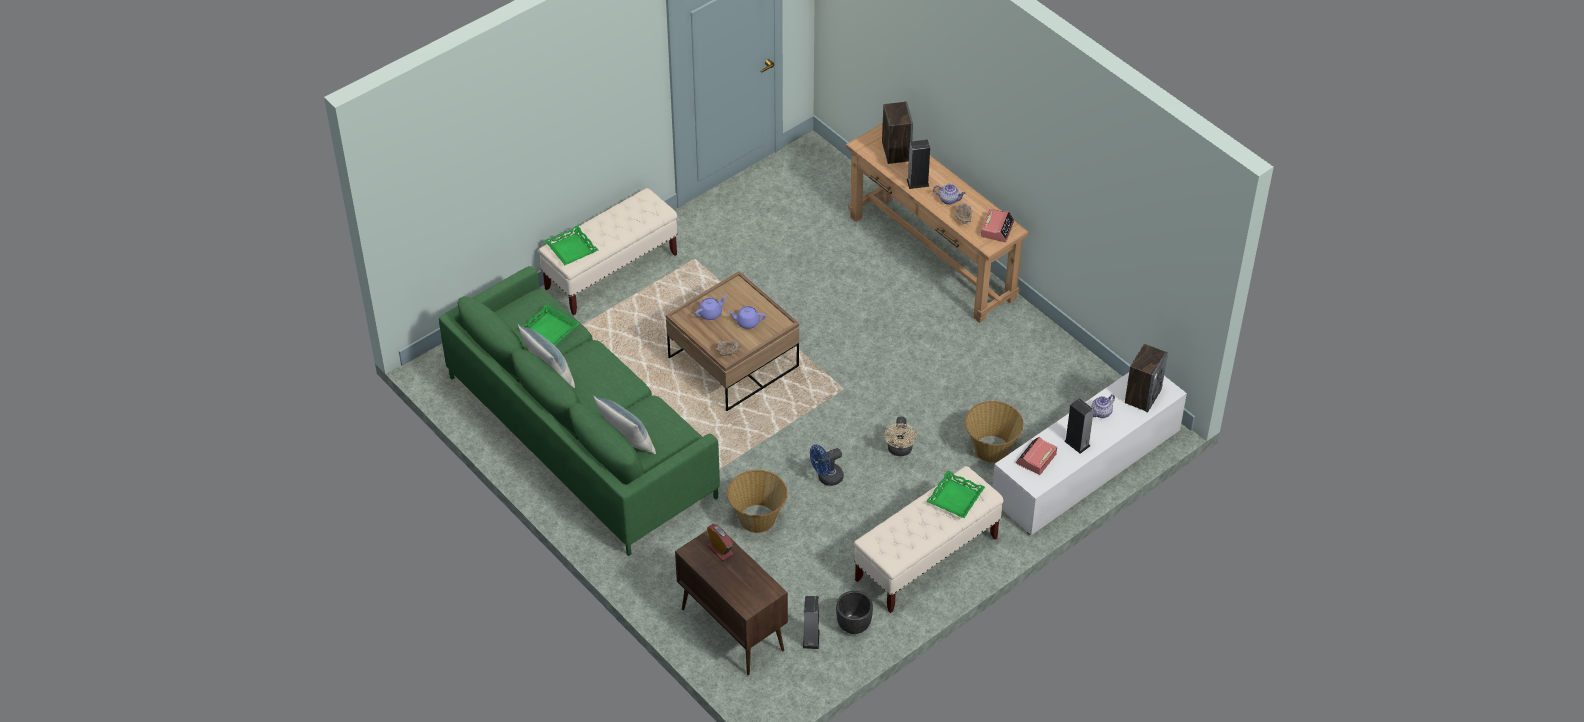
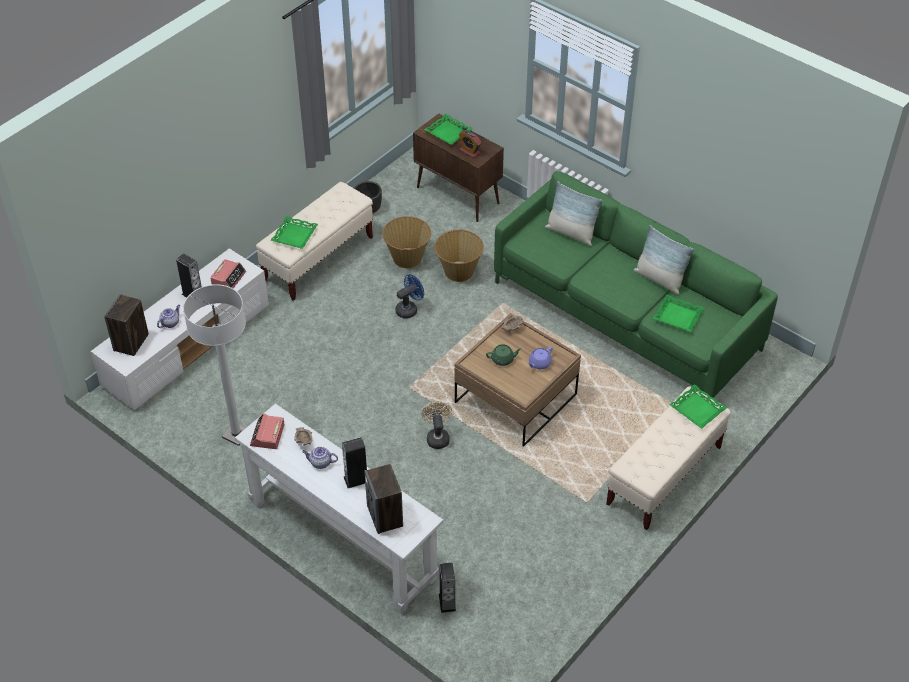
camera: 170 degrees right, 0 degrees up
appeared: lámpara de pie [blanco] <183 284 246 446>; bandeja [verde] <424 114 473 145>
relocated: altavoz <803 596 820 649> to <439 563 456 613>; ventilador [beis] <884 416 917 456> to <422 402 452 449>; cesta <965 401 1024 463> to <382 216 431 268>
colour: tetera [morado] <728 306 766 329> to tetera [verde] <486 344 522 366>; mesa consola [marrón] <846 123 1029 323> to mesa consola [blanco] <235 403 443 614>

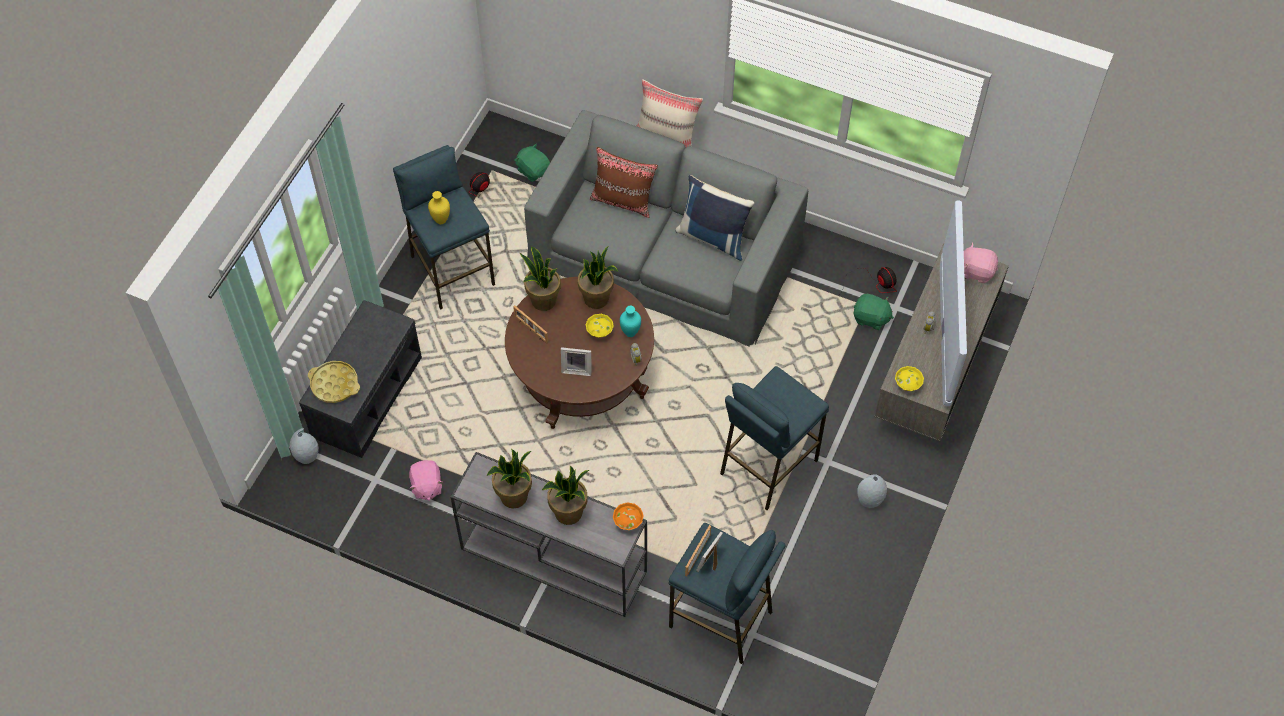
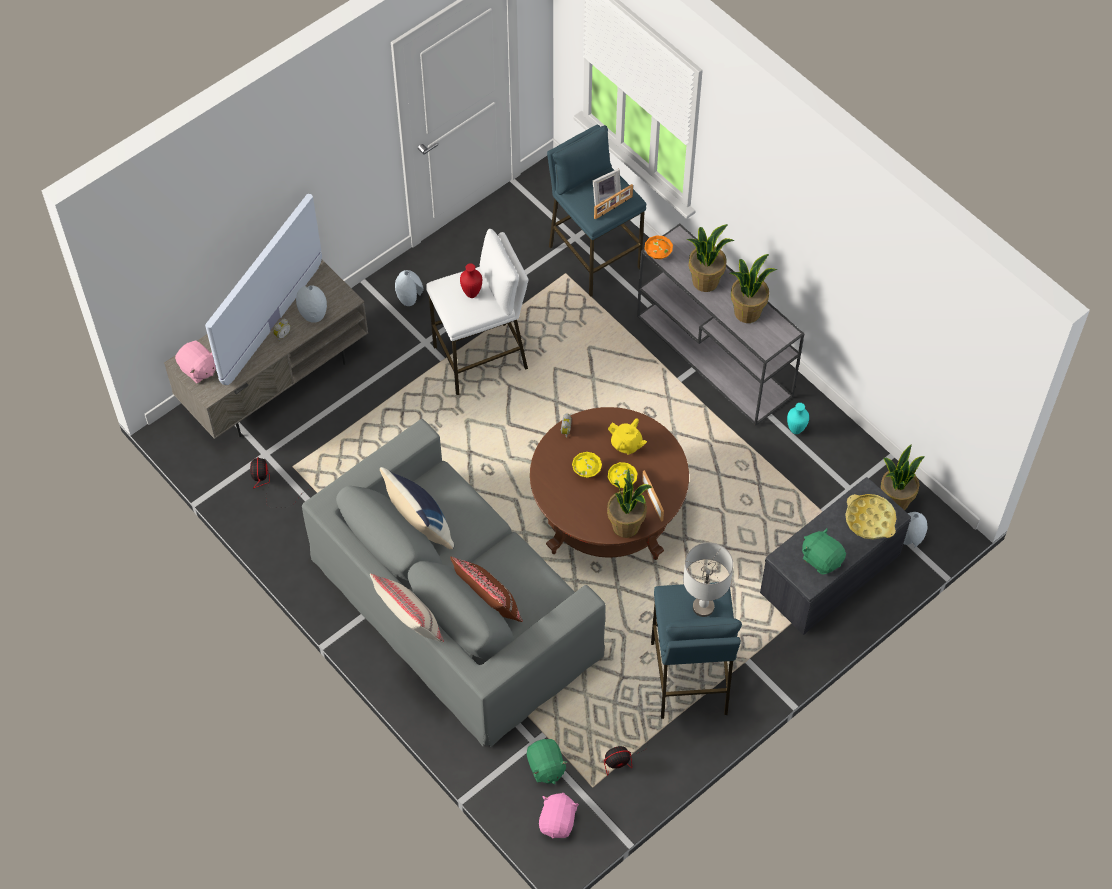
camera: 155 degrees left, 0 degrees up
appeared: florero [gris] <296 285 327 323>; florero [rojo] <460 263 482 298>
relocated: peluche [rosa] <409 460 443 501> to <539 793 579 838>; planta en maceta <578 247 618 309> to <880 445 925 511>; florero [turquesa] <620 306 641 337> to <787 403 809 434>; peluche [verde] <853 294 894 330> to <802 528 846 575>; cuenco [amarillo] <895 366 924 391> to <608 462 637 488>
exchanged: florero [amarillo] <428 191 450 224> to lámpara de mesa [gris] <683 542 733 617>; portarretratos <561 347 591 376> to tetera [amarillo] <608 418 647 455>
colour: taburete [azul] <720 366 829 510> to taburete [blanco] <426 229 528 395>

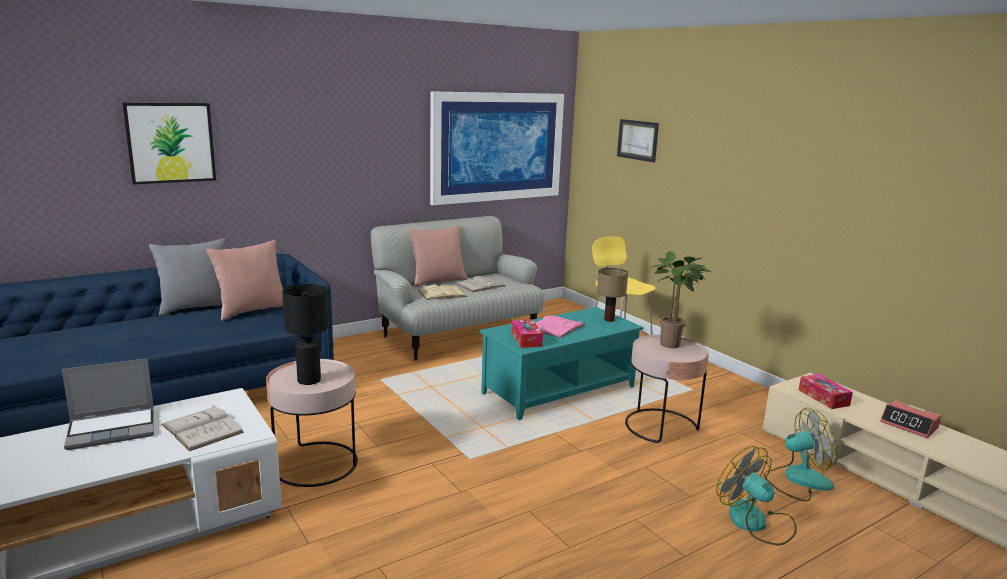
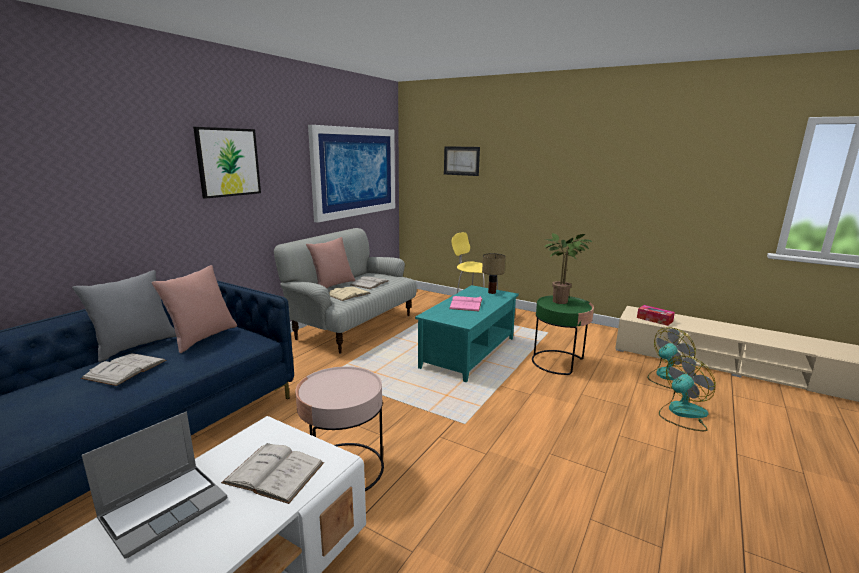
camera: 25 degrees left, 0 degrees up
missing: lámpara de mesa [negro] <282 284 328 385>; caja de pañuelos <511 319 543 348>; despertador <880 400 941 438>
appeared: libro [blanco] <81 353 166 386>
relocated: cuadro <122 103 216 184> to <193 127 261 199>
colour: mesa auxiliar [rosa] <625 335 709 443> to mesa auxiliar [verde] <532 295 594 375>
spun: ventilador <716 446 797 545> = <659 356 716 431> 120 degrees clockwise

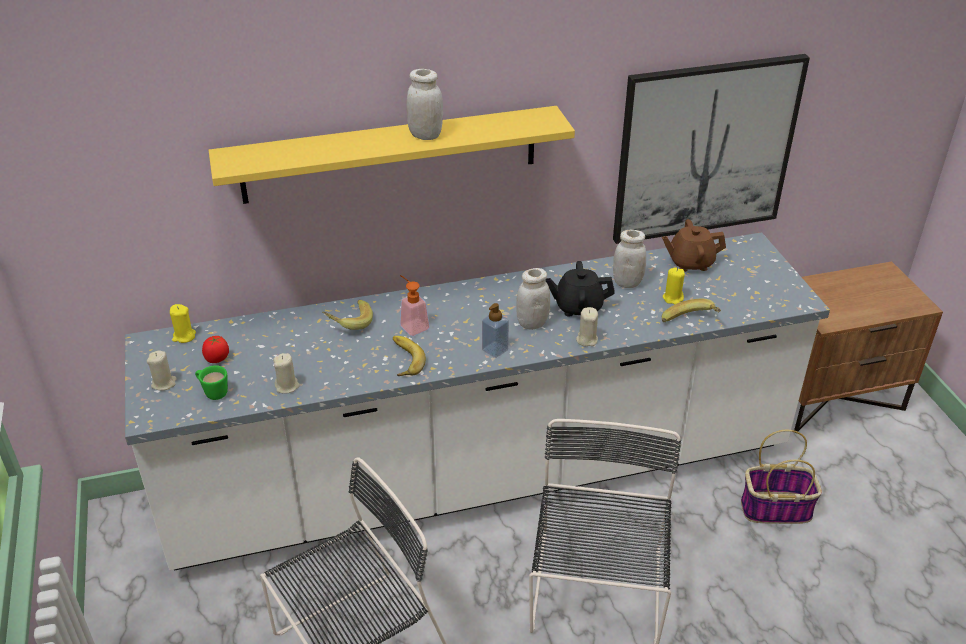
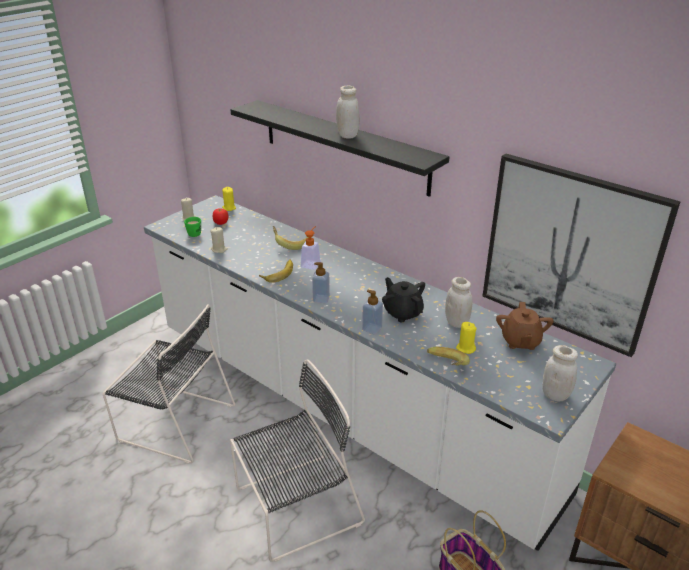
camera: 55 degrees right, 5 degrees down
relocated: tarro [blanco] <516 268 550 330> to <542 345 578 402>
exchanged: vela [beis] <576 307 598 346> to dispensador de jabón <362 290 383 334>
colour: estante [amarillo] <209 106 575 204> to estante [negro] <230 100 449 197>
spun: tetera [marrón] <662 219 726 272> = <496 302 554 350> 135 degrees counterclockwise

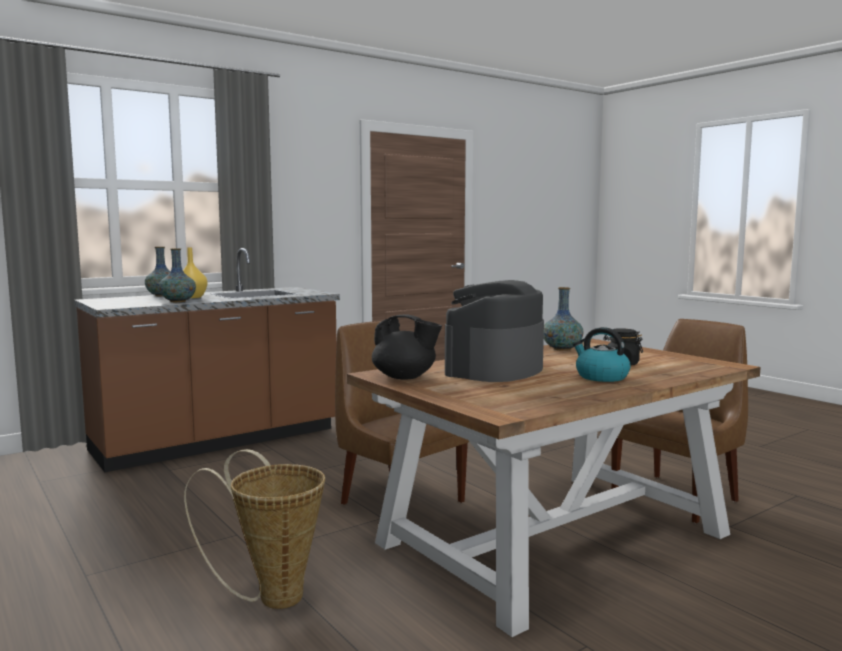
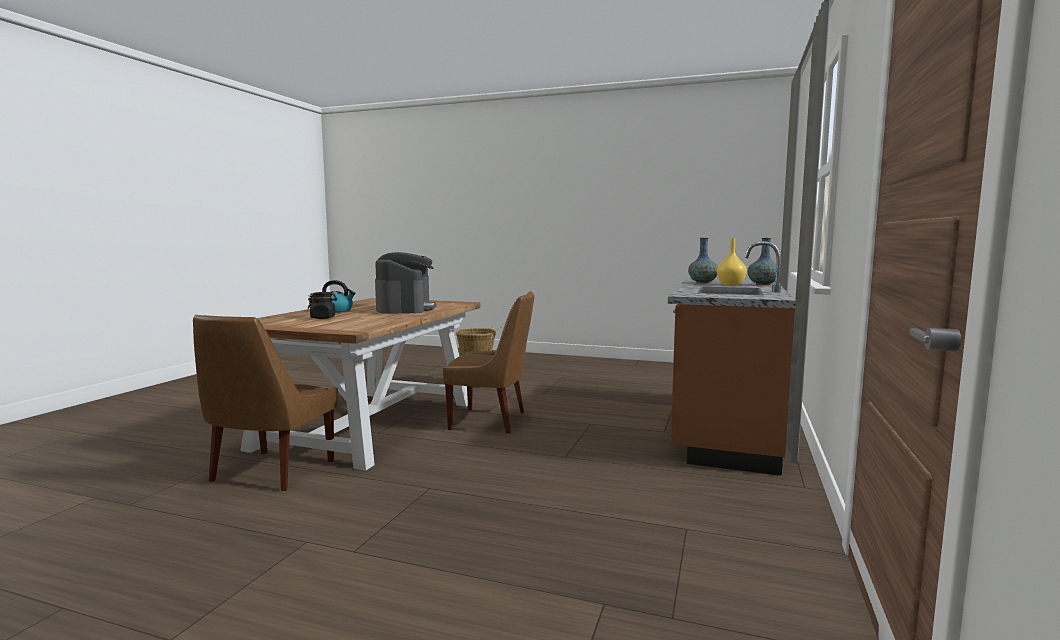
camera: 145 degrees right, 0 degrees up
missing: tetera [negro] <372 314 442 380>; florero <544 287 584 351>

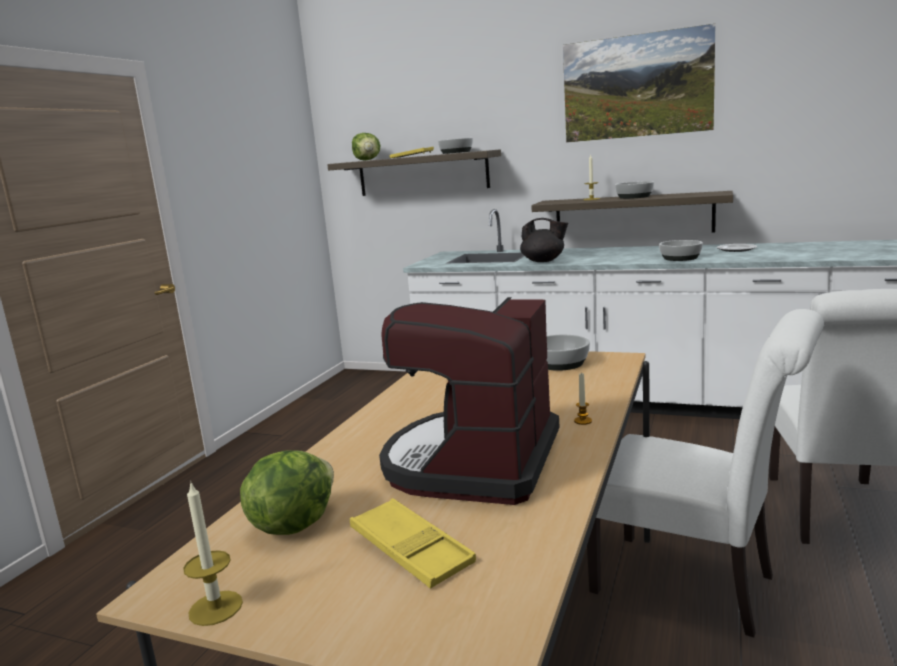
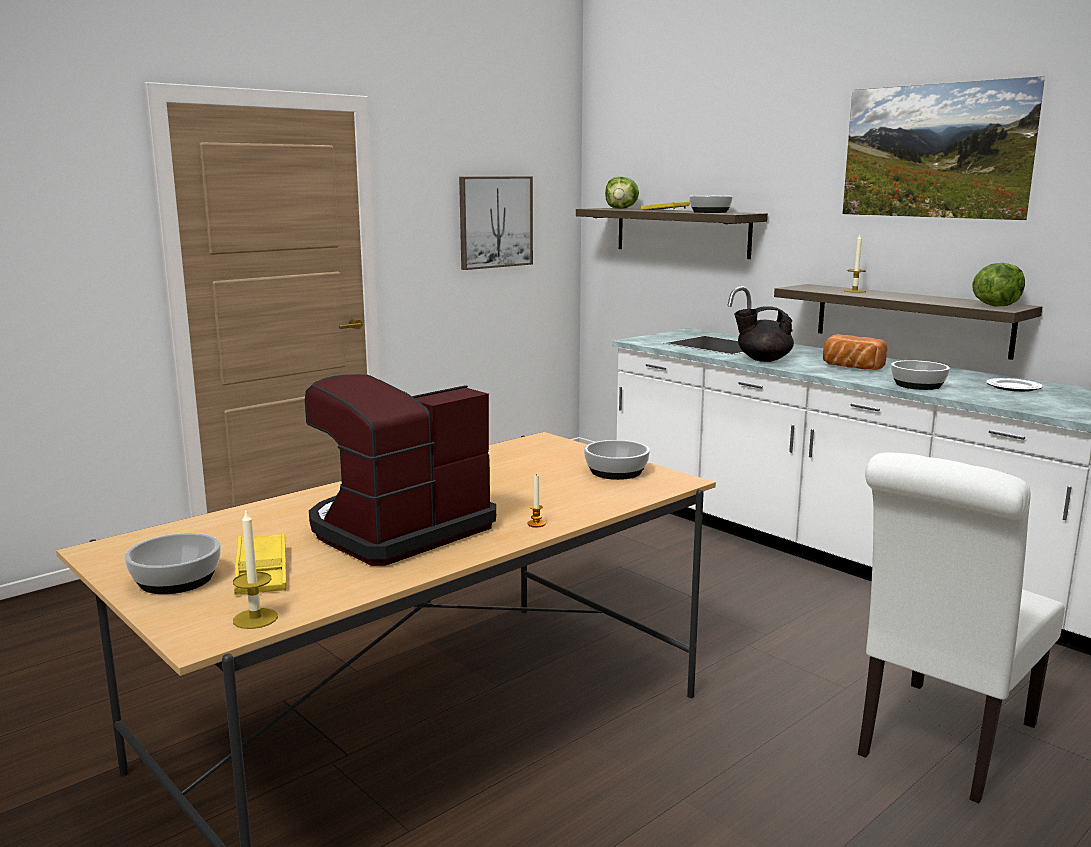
camera: 25 degrees right, 0 degrees up
missing: silla [blanco] <587 309 824 638>
appeared: cuadro <459 177 533 270>; pan <823 334 887 370>
relocated: vela <183 481 243 626> to <233 511 278 629>; lechuga <240 450 334 535> to <972 263 1025 306>; cuenco <615 181 654 199> to <124 533 221 594>
spun: tetera [negro] <520 218 568 262> = <734 306 794 362> 135 degrees clockwise

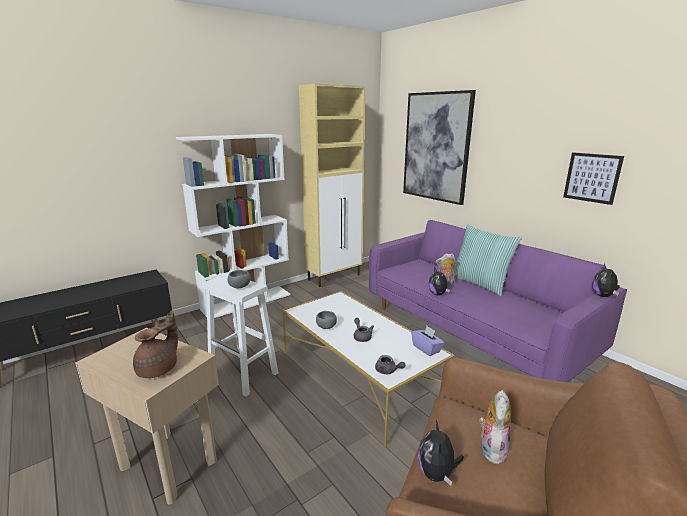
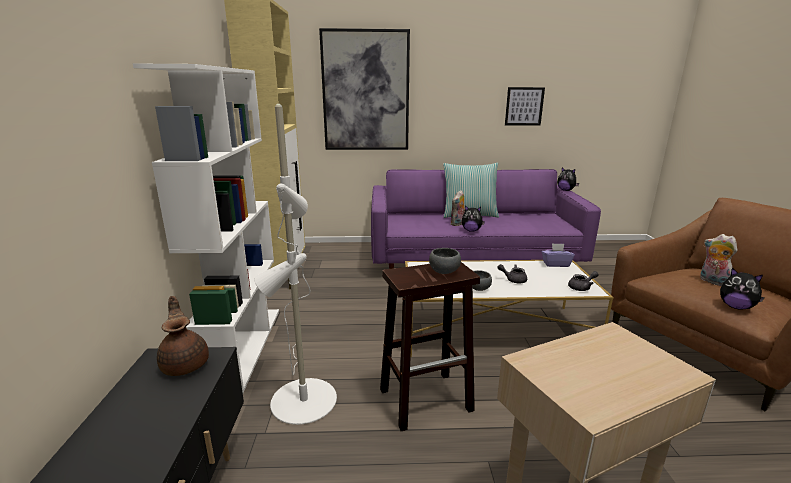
camera: 55 degrees left, 0 degrees up
appeared: lámpara de pie [blanco] <254 104 337 425>
relocated: tetera [marrón] <133 311 178 378> to <157 296 209 376>
colour: taburete [blanco] <202 273 278 397> to taburete [marrón] <380 262 480 431>

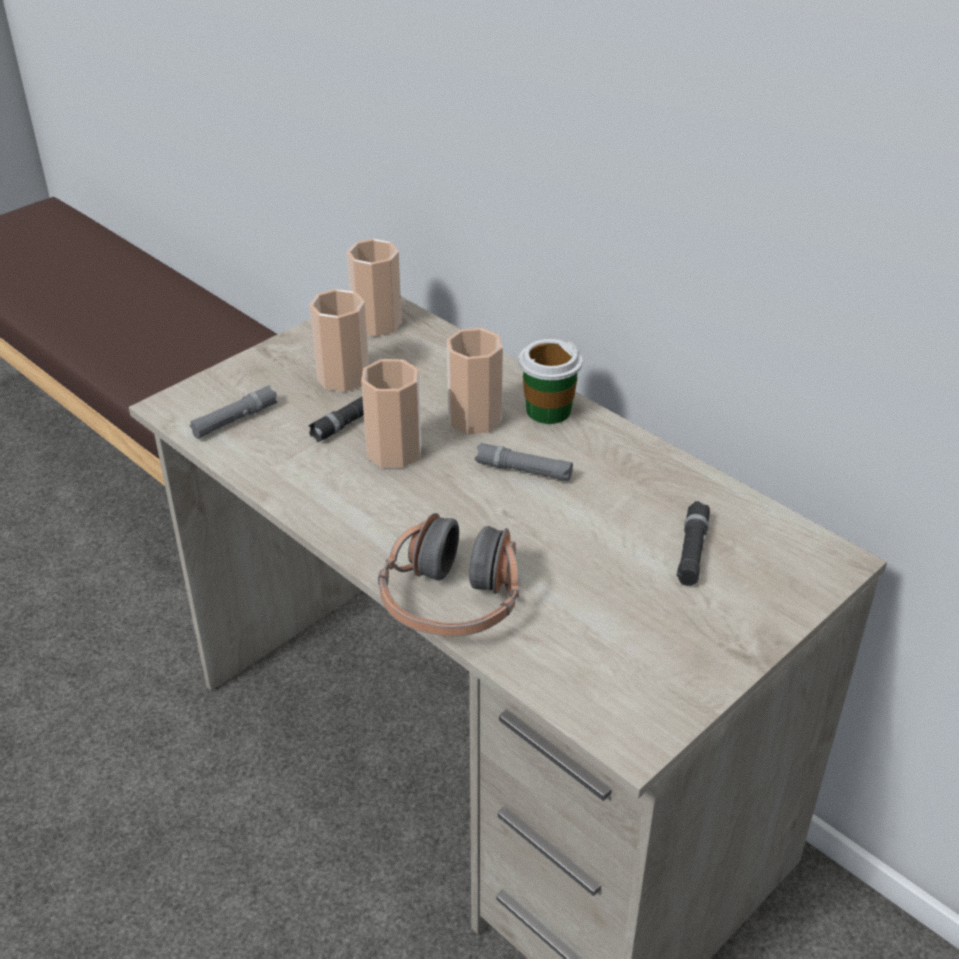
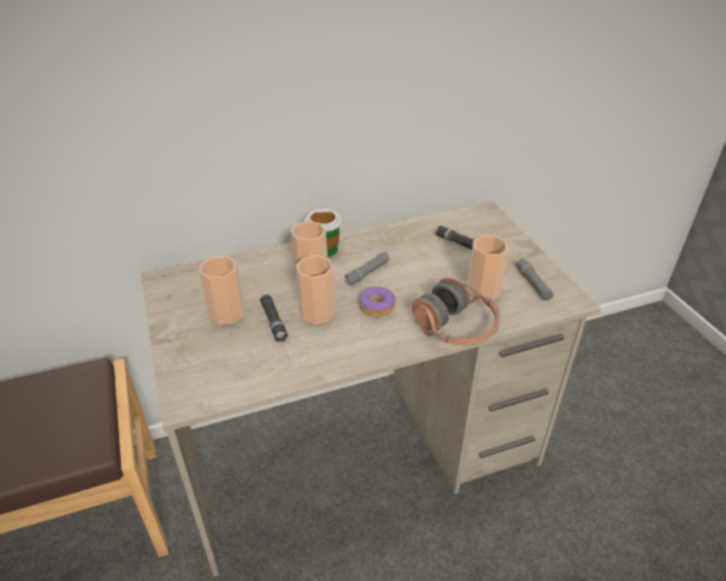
camera: 65 degrees left, 0 degrees up
appeared: rosquilla <359 286 395 317>
relocated: linterna [gris] <189 385 278 439> to <516 258 554 301>; taza <347 239 402 336> to <467 236 509 301>

